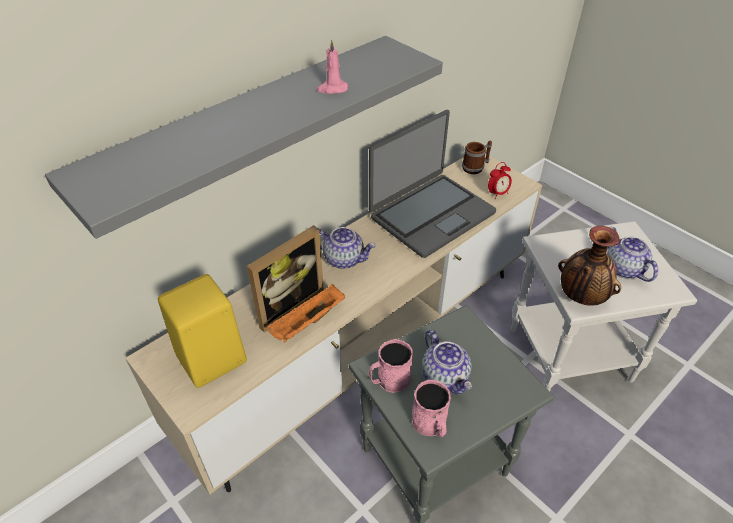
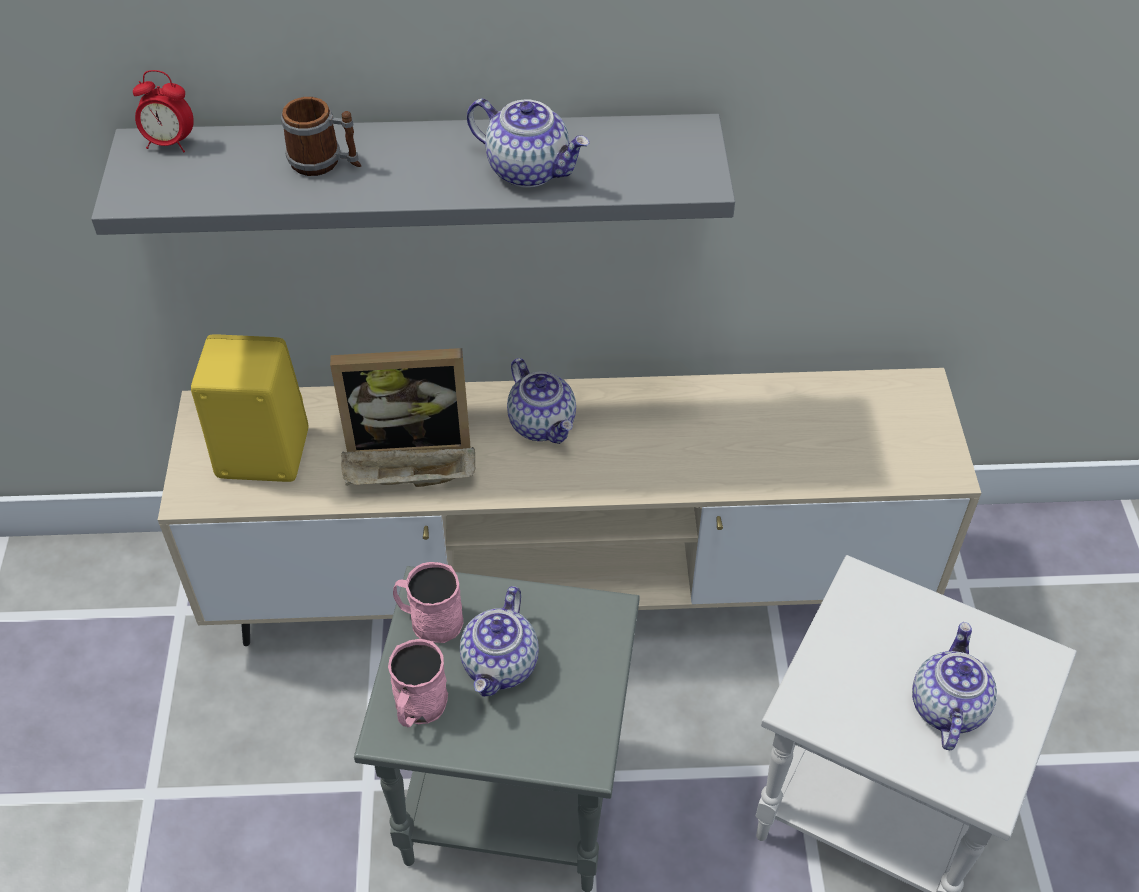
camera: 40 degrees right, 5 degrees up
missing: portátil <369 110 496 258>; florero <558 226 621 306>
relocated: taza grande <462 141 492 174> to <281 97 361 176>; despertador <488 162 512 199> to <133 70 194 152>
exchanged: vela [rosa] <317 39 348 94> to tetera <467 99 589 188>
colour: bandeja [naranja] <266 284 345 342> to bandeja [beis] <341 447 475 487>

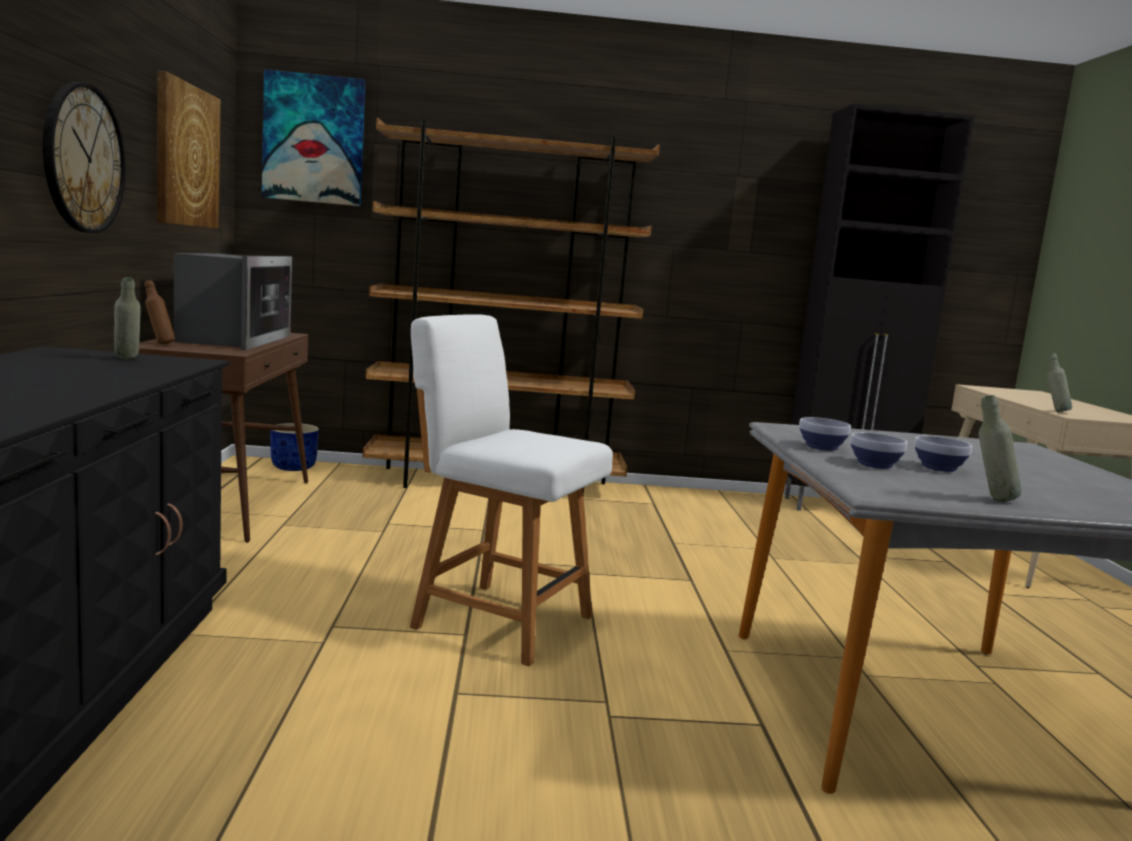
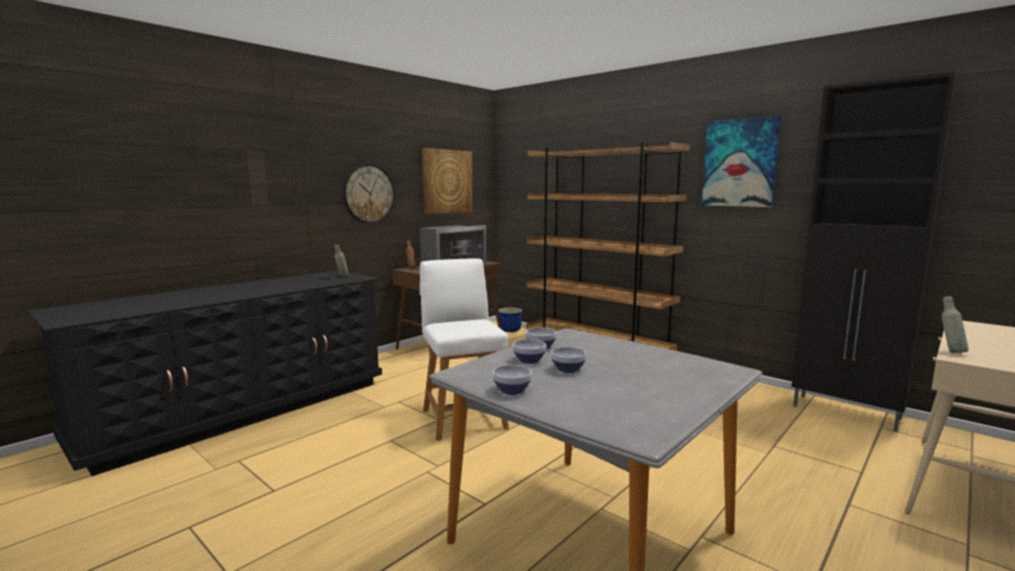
camera: 45 degrees right, 0 degrees up
relocated: cuadro <262 69 366 206> to <702 116 781 207>
exchanged: botella [gris] <979 395 1021 502> to cuenco <492 365 532 395>

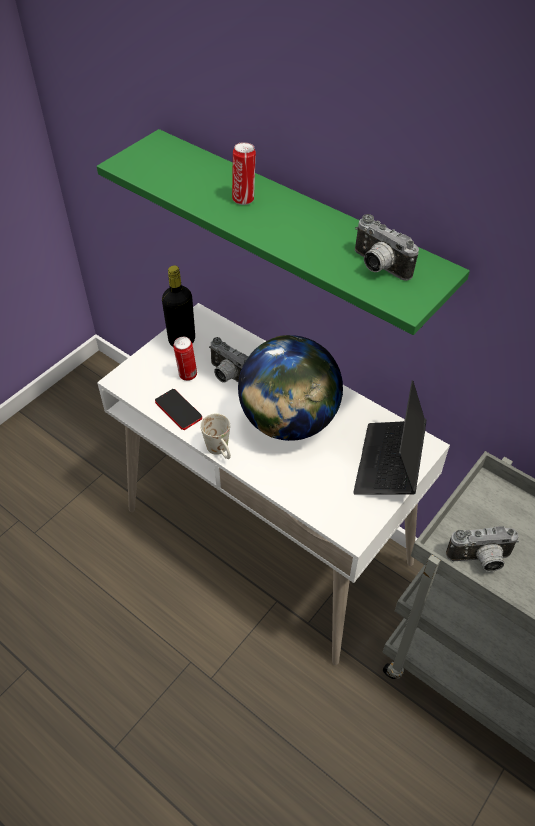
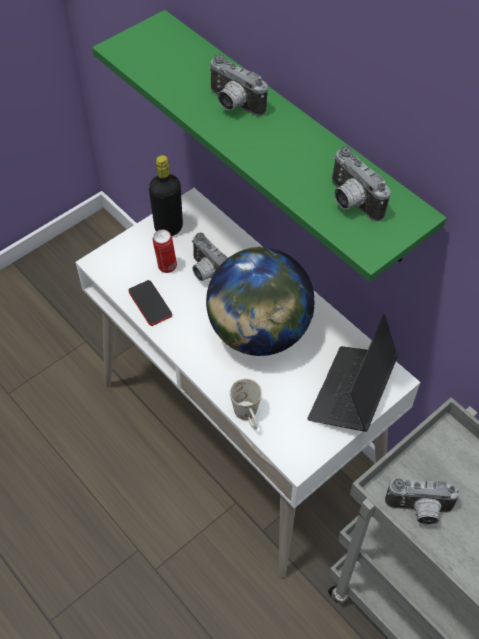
camera: 10 degrees right, 5 degrees up
relocated: taza grande [blanco] <200 414 231 459> to <230 378 262 430>
exchanged: lata <232 142 256 205> to cámara <208 54 268 116>

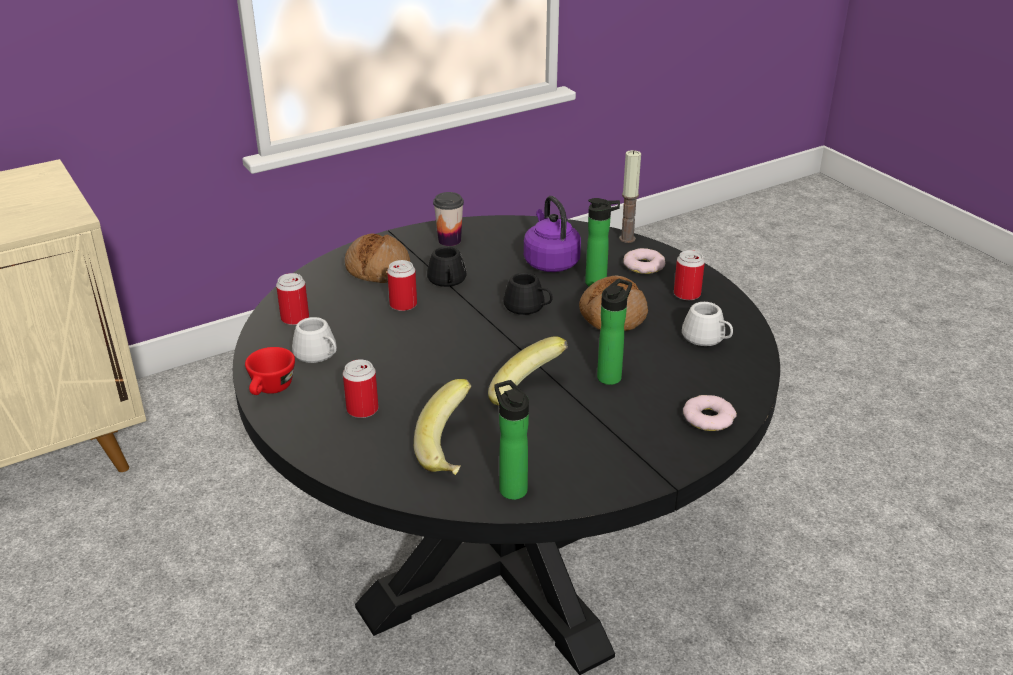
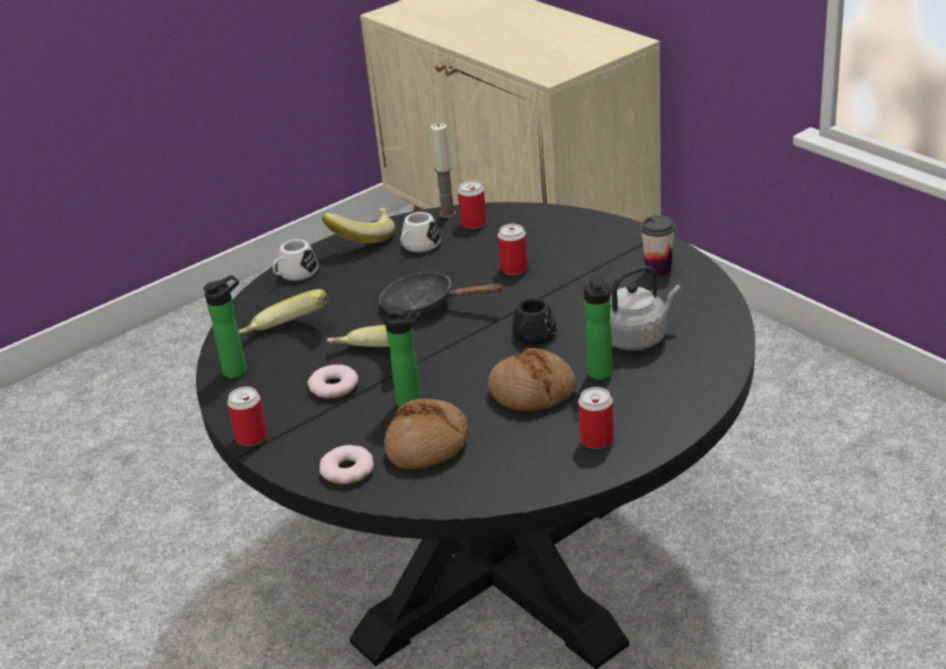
camera: 85 degrees right, 0 degrees up
missing: taza grande [negro] <427 246 466 287>
appeared: sartén [negro] <379 272 504 316>
relocated: lata <343 359 378 418> to <227 387 268 446>; pan <345 233 410 283> to <384 399 468 469>; vela <619 150 641 243> to <431 123 456 218>; rosquilla <623 248 665 274> to <307 365 358 398>; taza grande [blanco] <682 302 733 346> to <273 239 318 281>
exchanged: taza [rojo] <245 347 295 395> to plátano <322 208 395 243>
colour: hervidor [morado] <524 196 581 272> to hervidor [gris] <610 265 681 351>

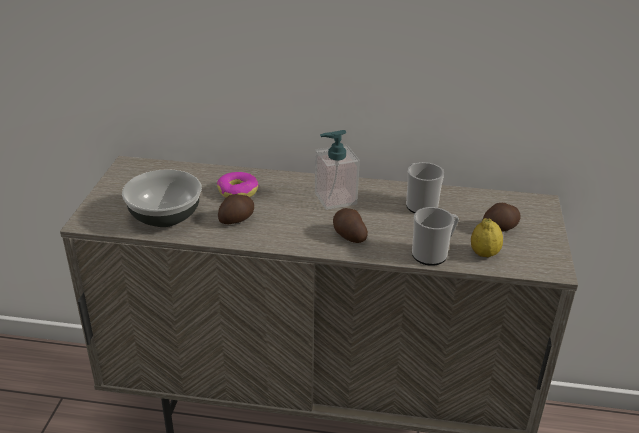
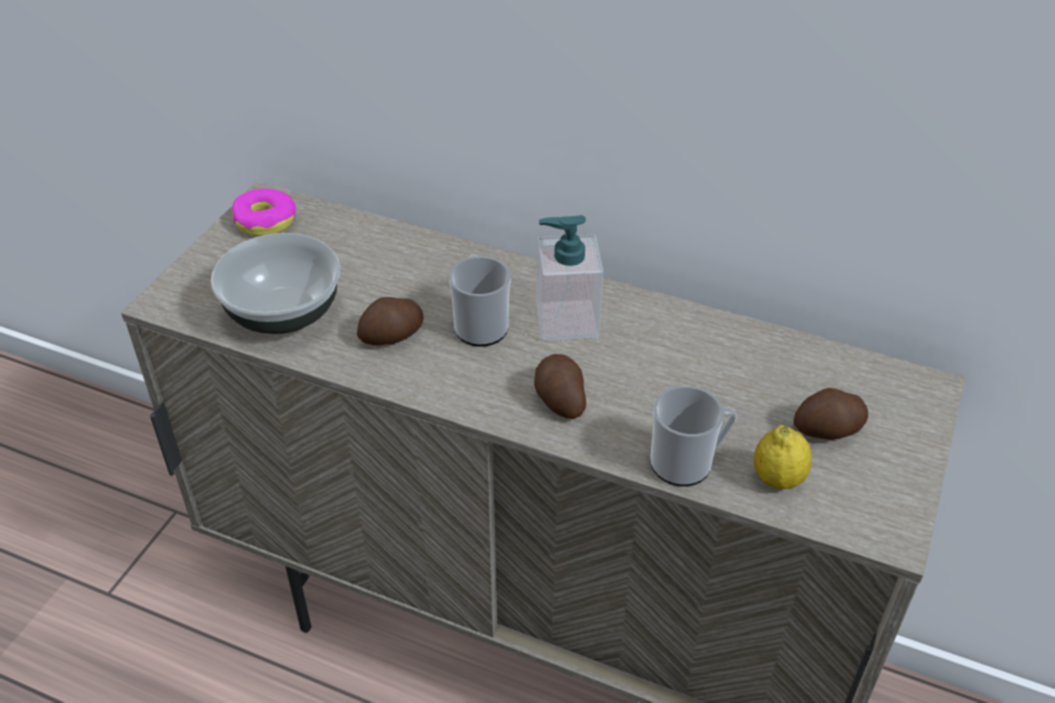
camera: 15 degrees right, 10 degrees up
relocated: rosquilla <217 172 259 198> to <232 189 296 236>; taza grande <406 162 444 213> to <449 254 511 347>

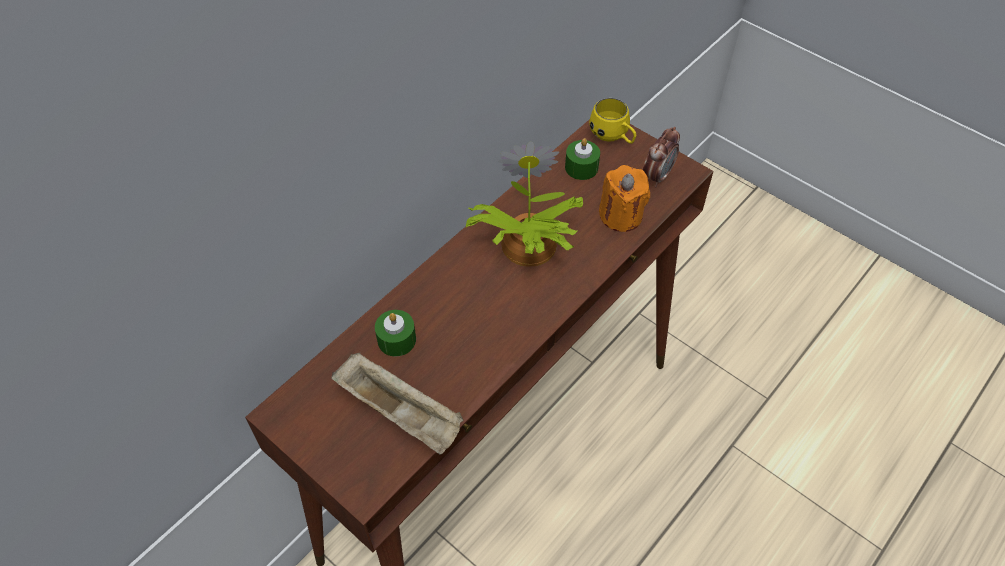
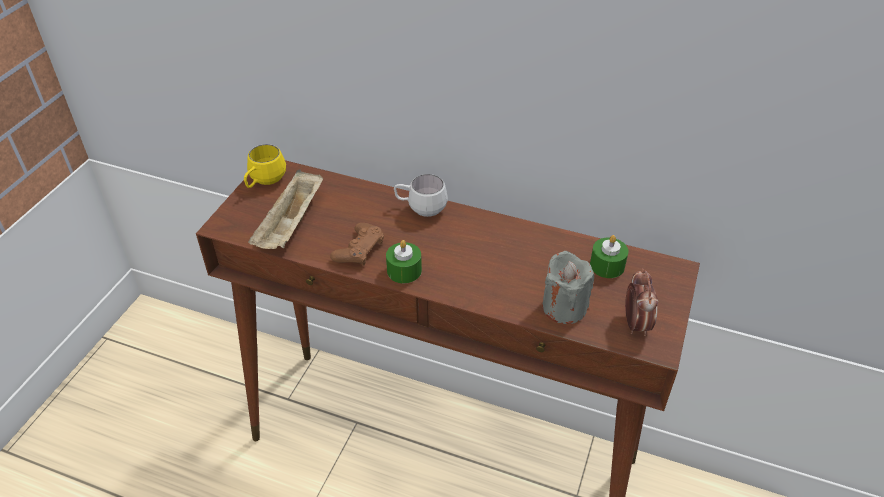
camera: 70 degrees right, 10 degrees down
missing: planta en maceta <466 141 583 267>
appeared: mando de consola [marrón] <330 223 384 265>; taza grande [blanco] <394 174 448 217>
relocated: vela [verde] <375 310 416 356> to <386 240 422 283>; taza grande [amarillo] <589 98 636 144> to <244 144 286 188>
colour: vela [naranja] <599 165 650 232> to vela [gris] <543 251 594 324>
spun: despertador <643 127 680 187> = <625 268 658 336> 105 degrees counterclockwise

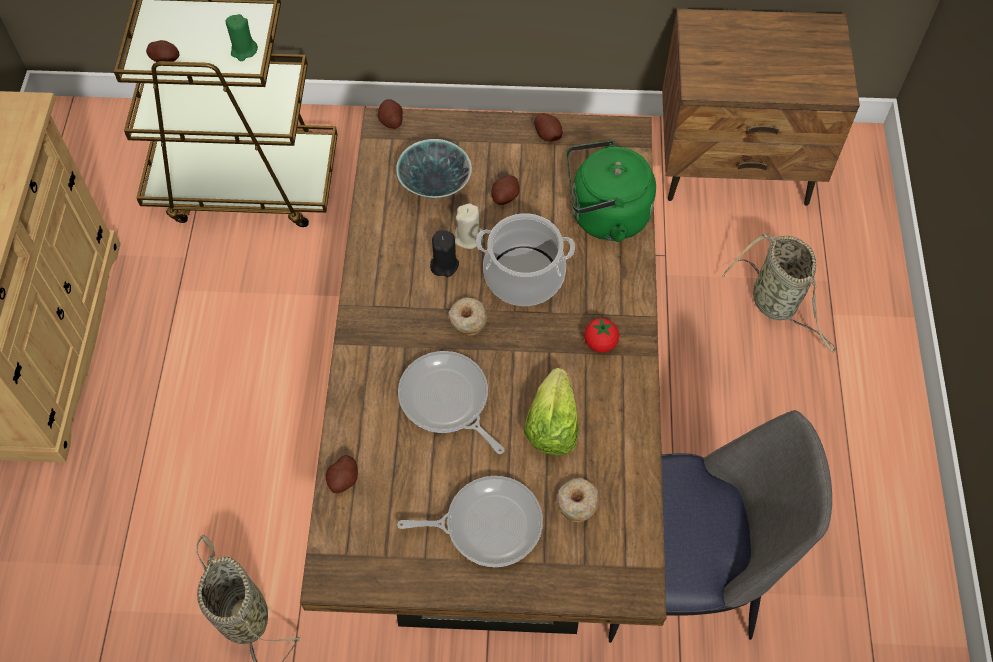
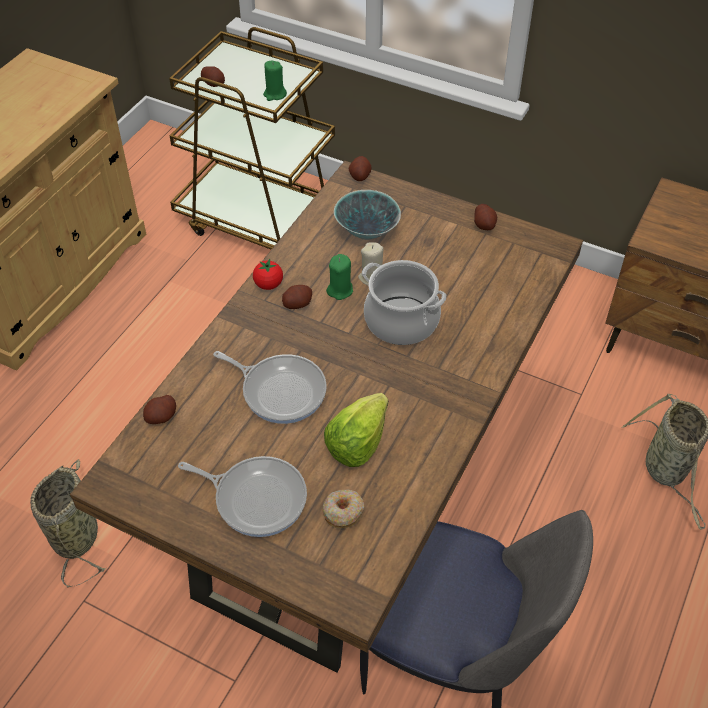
camera: 25 degrees right, 10 degrees down
missing: rosquilla <449 297 487 336>; hervidor [verde] <566 140 656 242>
relocated: patata <491 176 520 205> to <282 285 312 309>; tomate <584 318 619 353> to <253 259 283 290>
colour: vela [negro] <430 230 459 277> to vela [verde] <326 254 353 300>
spun: sartén <398 351 504 454> = <213 351 327 424> 135 degrees clockwise

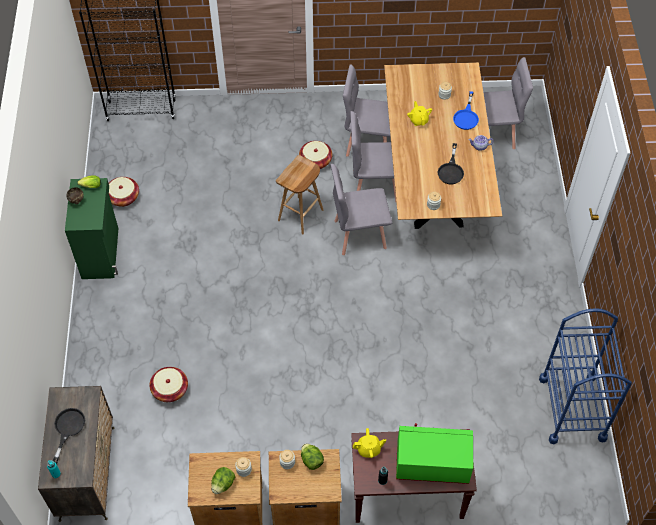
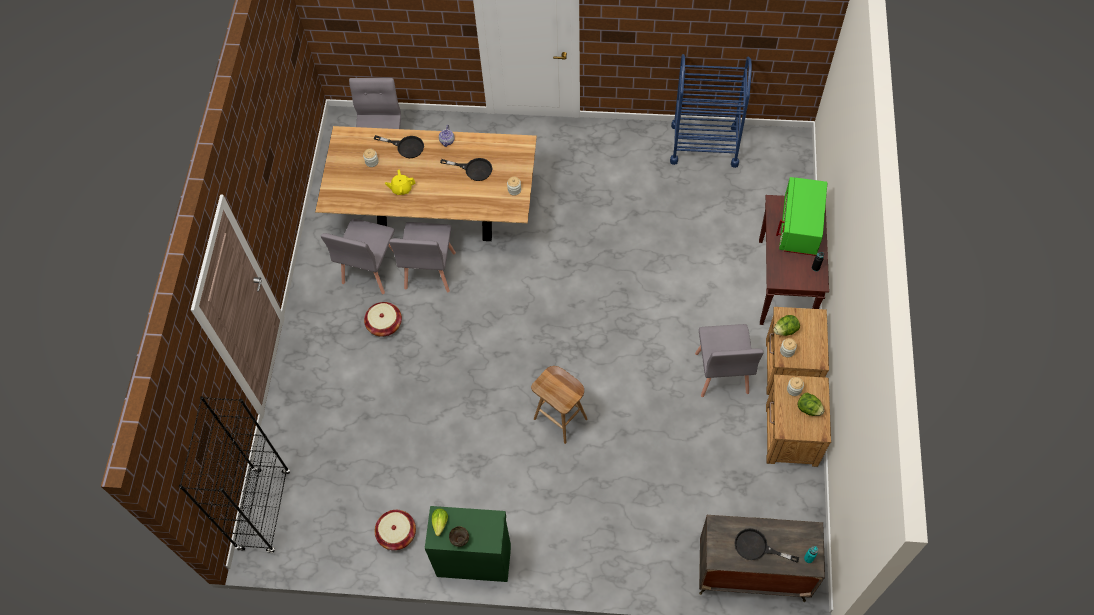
camera: 80 degrees left, 5 degrees up
missing: cesta <149 367 188 402>; tetera [amarillo] <353 428 386 458>
relocated: taburete [marrón] <276 155 323 235> to <531 366 587 444>; silla [gris] <331 164 392 255> to <695 324 764 397>
colour: sartén [azul] <453 91 479 130> to sartén [negro] <374 135 424 158>

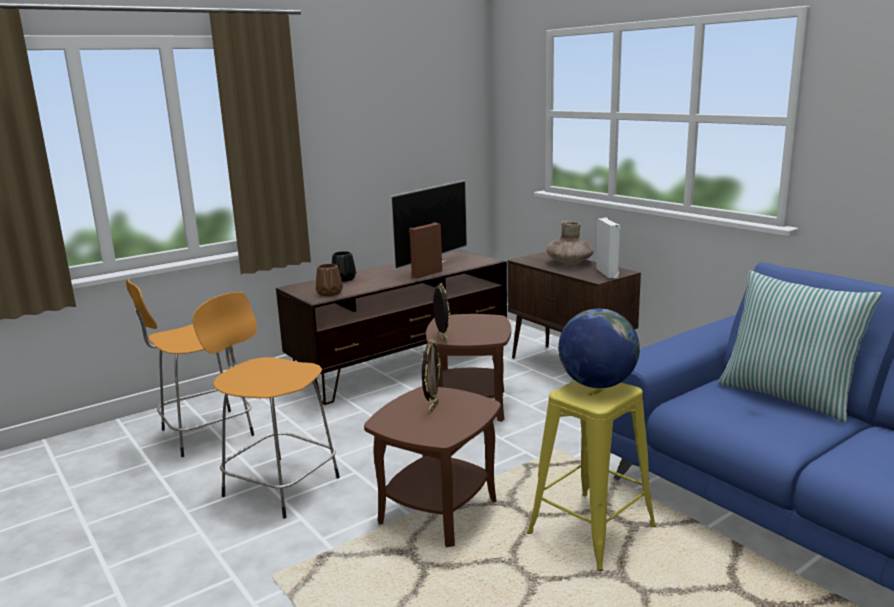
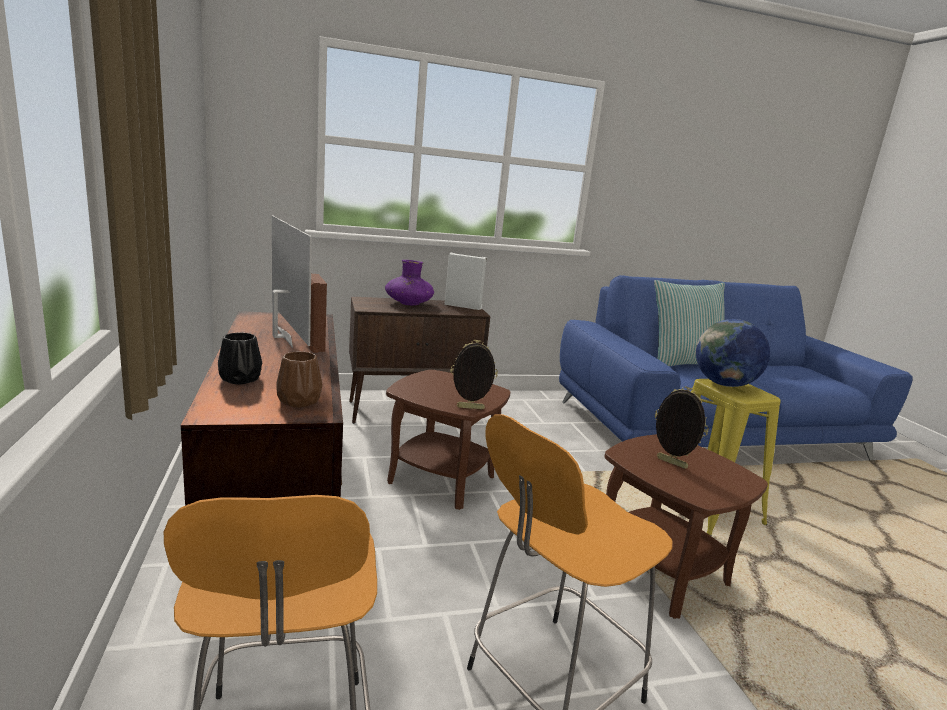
camera: 70 degrees left, 0 degrees up
colour: florero [marrón] <546 221 594 265> to florero [morado] <385 260 434 305>

